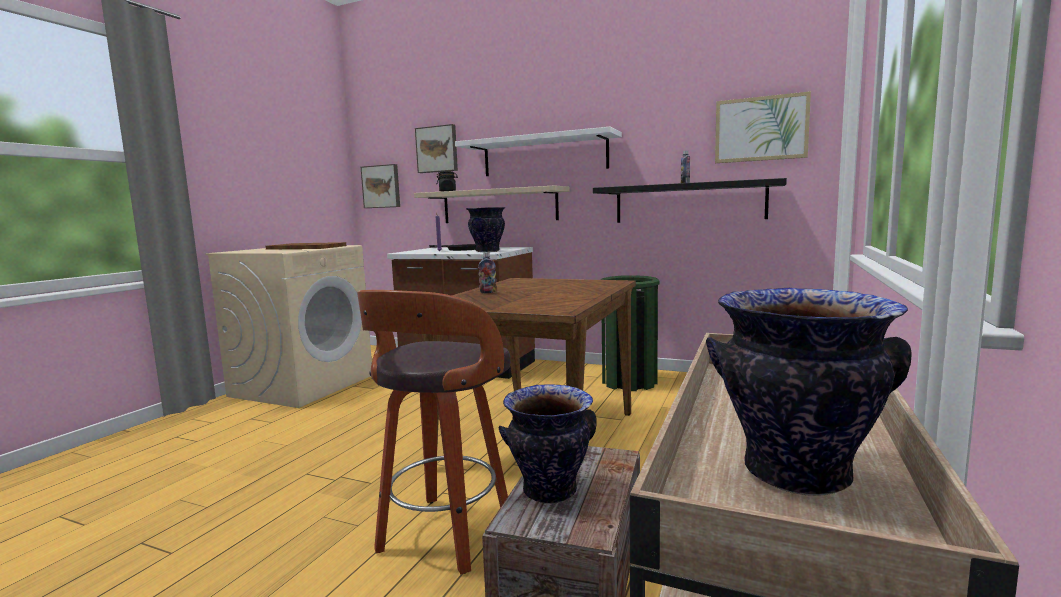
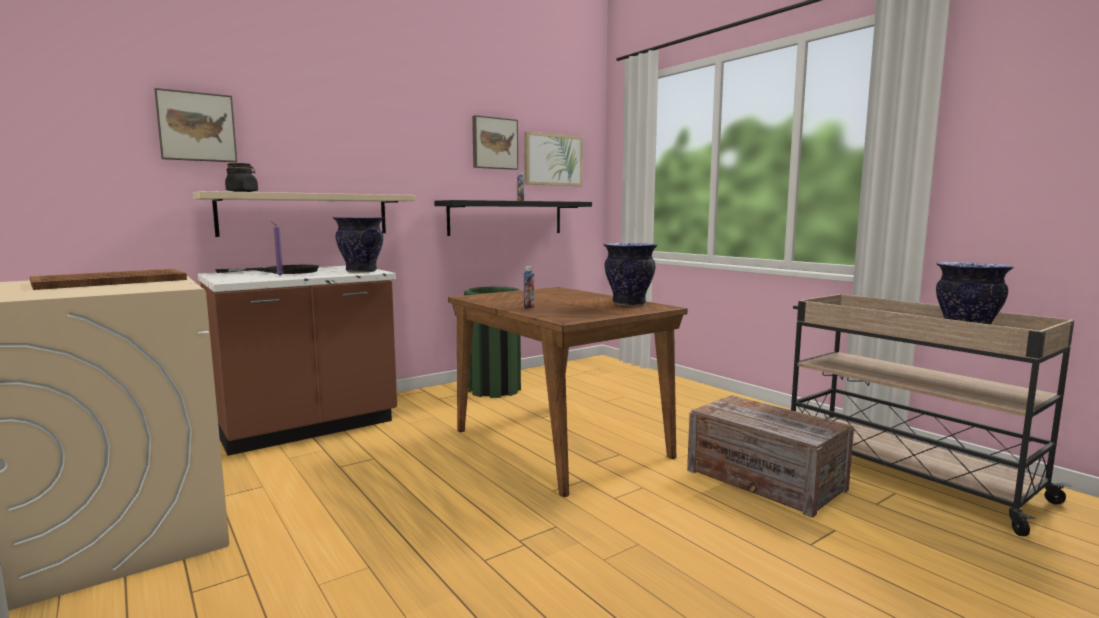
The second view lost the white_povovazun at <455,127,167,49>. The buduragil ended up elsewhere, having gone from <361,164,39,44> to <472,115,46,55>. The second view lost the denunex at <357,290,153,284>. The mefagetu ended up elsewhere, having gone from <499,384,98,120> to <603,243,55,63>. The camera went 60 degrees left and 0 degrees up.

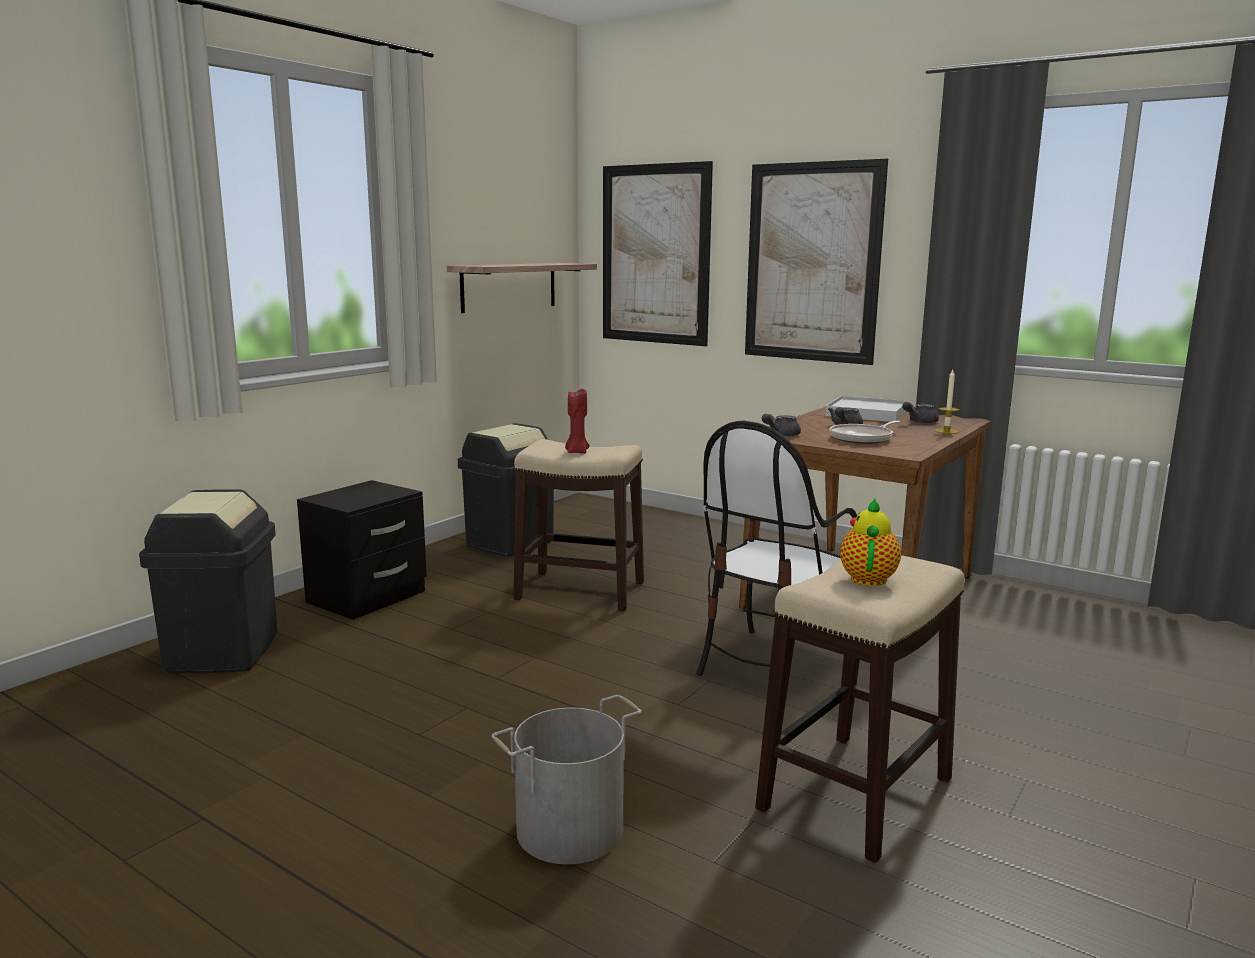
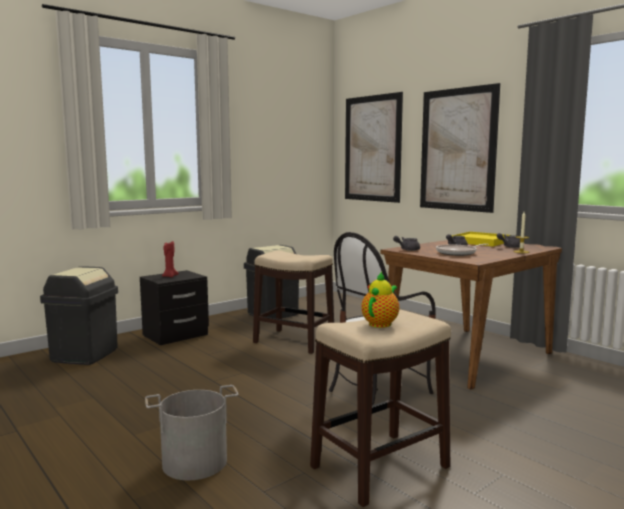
The second view lost the povovazun at <447,263,150,50>. The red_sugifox ended up elsewhere, having gone from <565,389,25,65> to <162,241,17,36>. What was the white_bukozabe at <825,396,83,26> turned into the yellow_bukozabe at <452,232,58,15>. The camera went 15 degrees right and 5 degrees down.

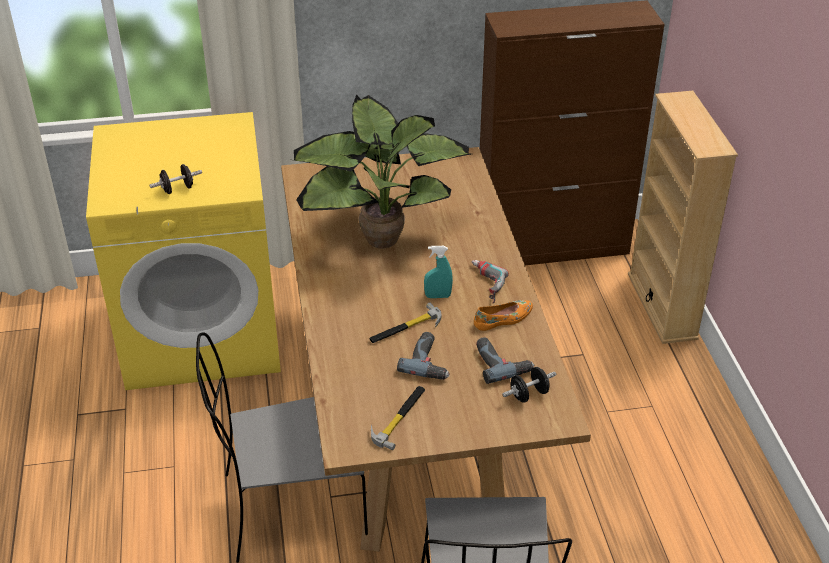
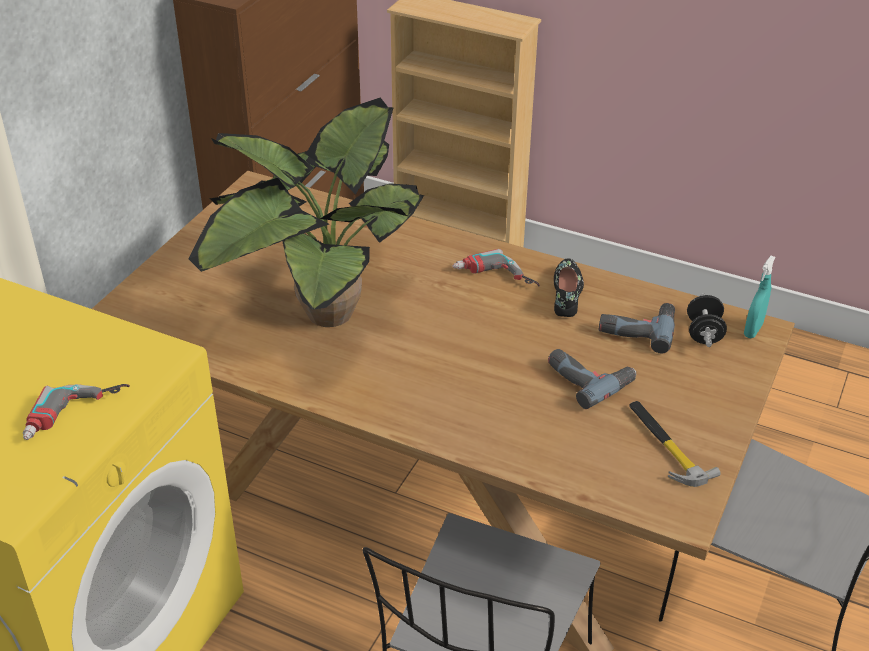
Where the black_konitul stood at <149,164,53,30>, the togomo came to stand at <23,384,107,56>. The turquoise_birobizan ended up elsewhere, having gone from <424,246,29,52> to <744,256,31,82>. What was the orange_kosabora at <474,300,59,31> turned into the black_kosabora at <554,258,30,59>. The second view lost the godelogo at <369,302,72,41>. The camera went 55 degrees left and 0 degrees up.

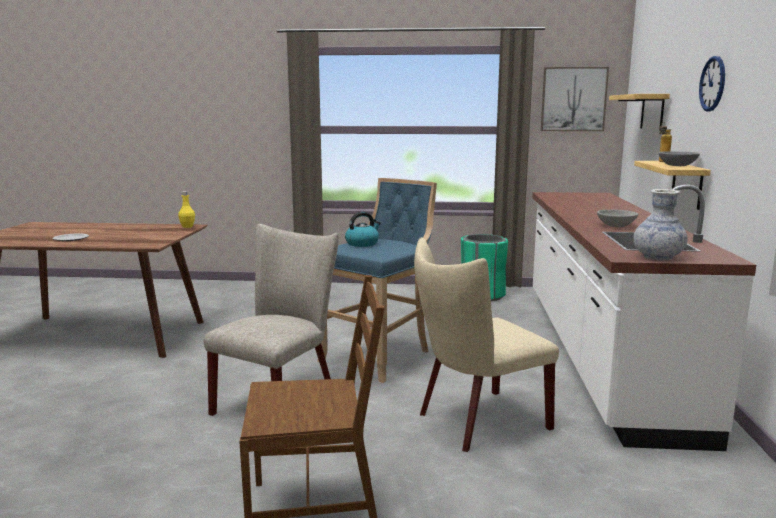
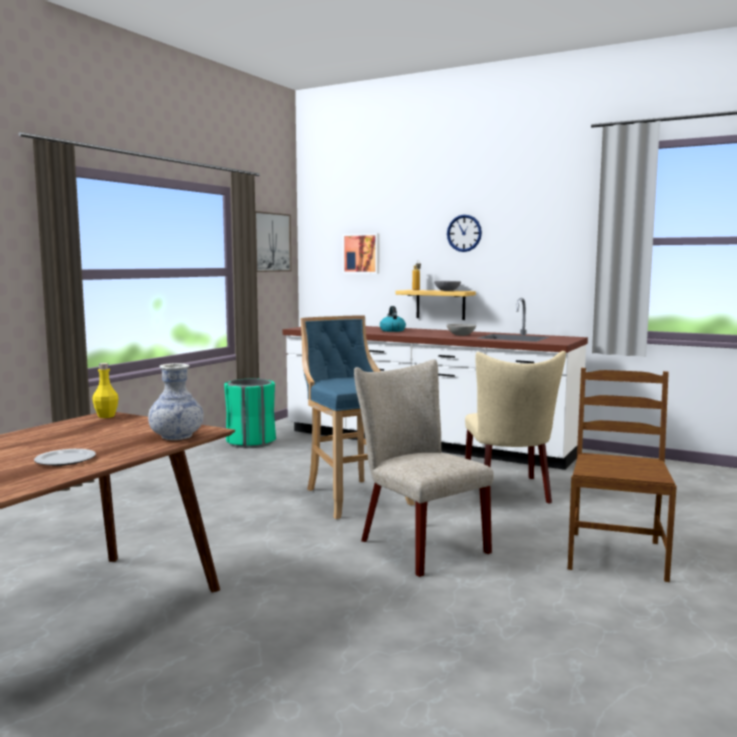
Where the povovazun hung at <609,94,61,36>, the buduragil came to hang at <343,233,36,41>. The mefagetu ended up elsewhere, having gone from <633,189,55,71> to <148,363,56,77>. The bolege ended up elsewhere, having gone from <345,212,36,35> to <380,306,26,26>. The camera went 65 degrees left and 5 degrees down.

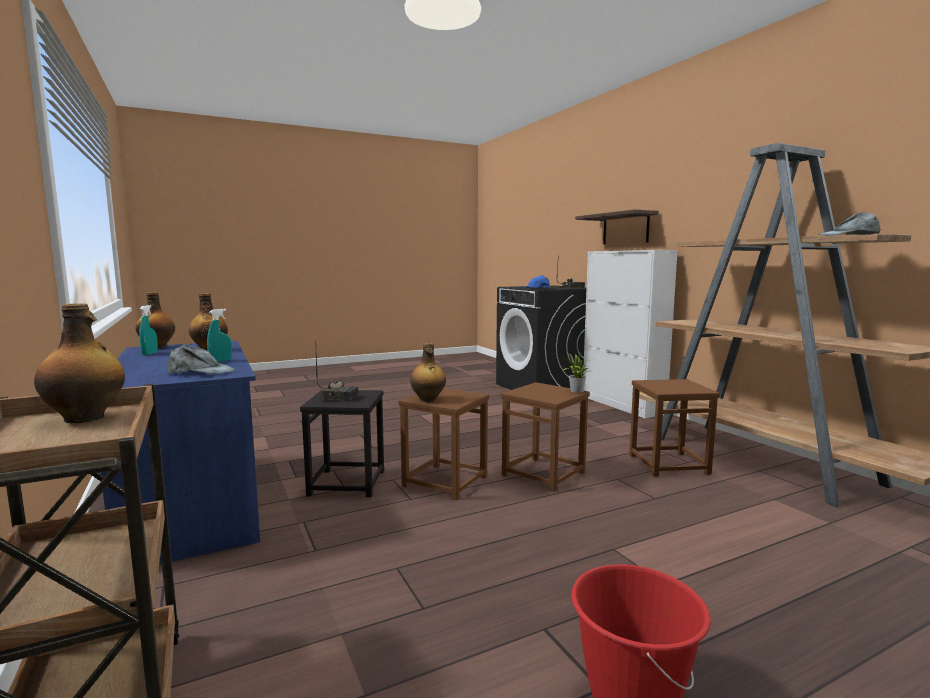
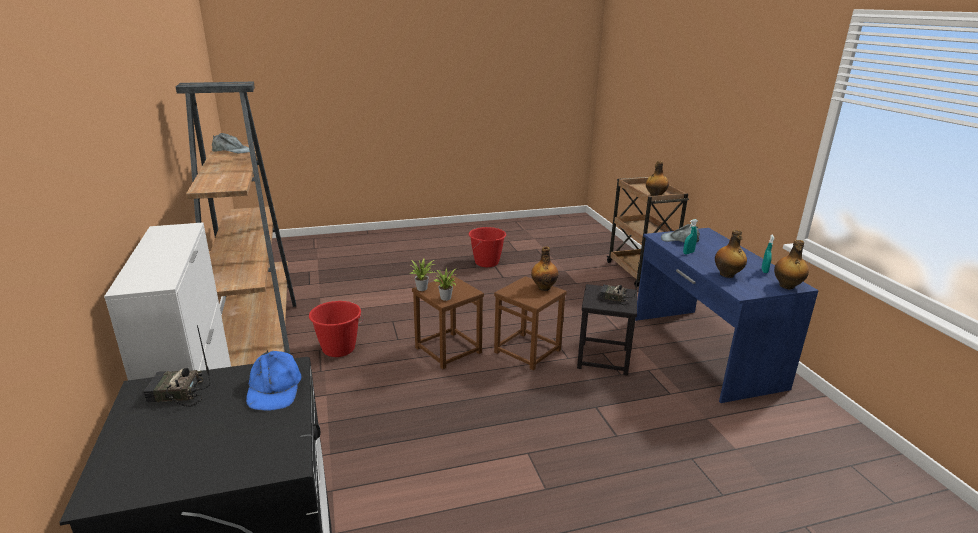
The second view lost the povovazun at <575,209,84,35>. Where the brown_denunex stood at <629,379,91,98>, the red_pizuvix came to stand at <309,301,54,56>. The second view gained the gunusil at <433,268,24,33>. The camera went 170 degrees left and 15 degrees up.

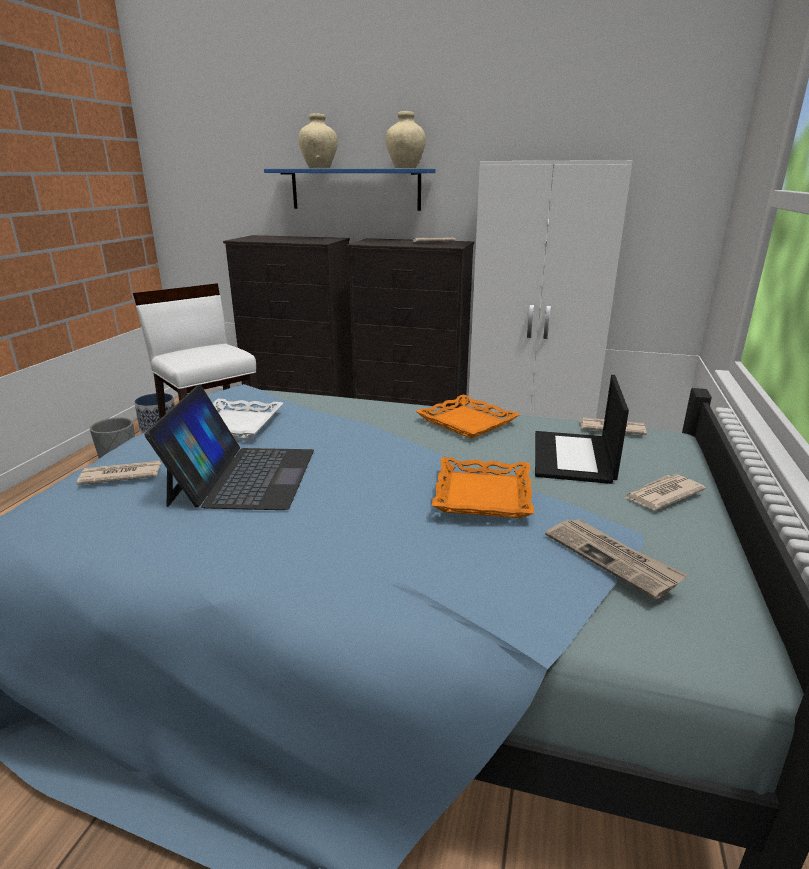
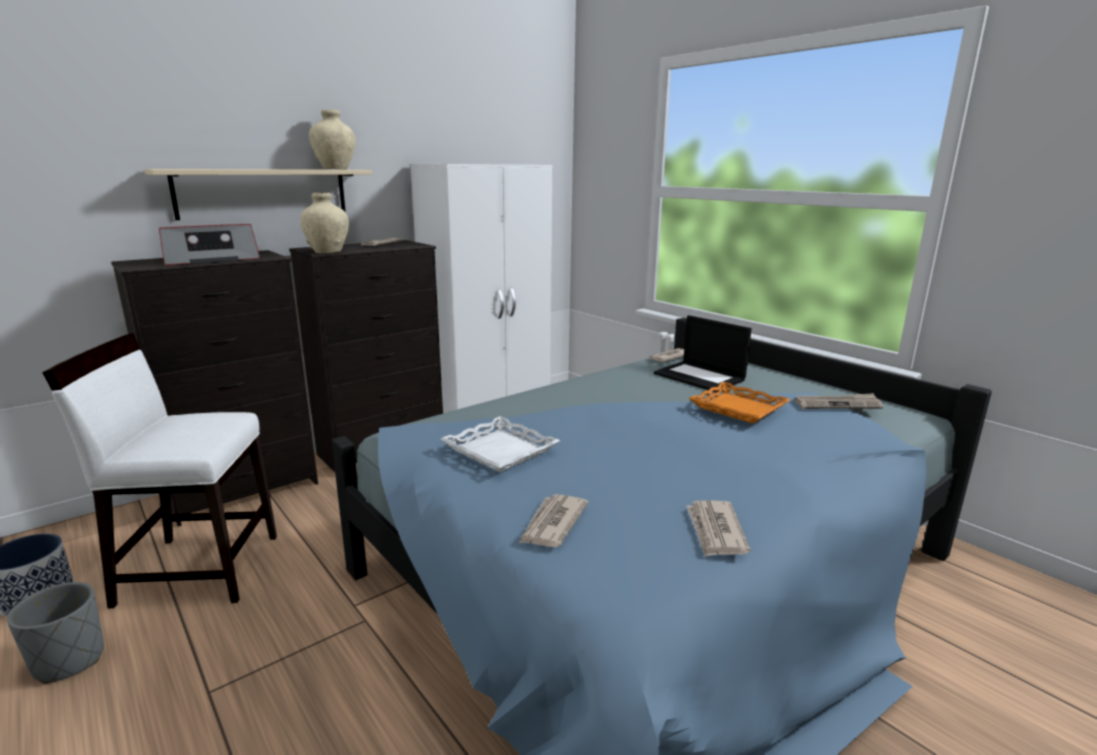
The beige_mefagetu ended up elsewhere, having gone from <298,113,40,56> to <300,192,49,61>. What was the blue_povovazun at <264,169,172,42> turned into the beige_povovazun at <144,169,228,51>. The second view lost the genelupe at <144,385,170,125>. The second view lost the orange_bukozabe at <416,394,104,45>. The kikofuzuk ended up elsewhere, having gone from <625,475,81,35> to <686,500,65,57>. The second view gained the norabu at <159,224,101,41>. The camera went 55 degrees left and 5 degrees down.

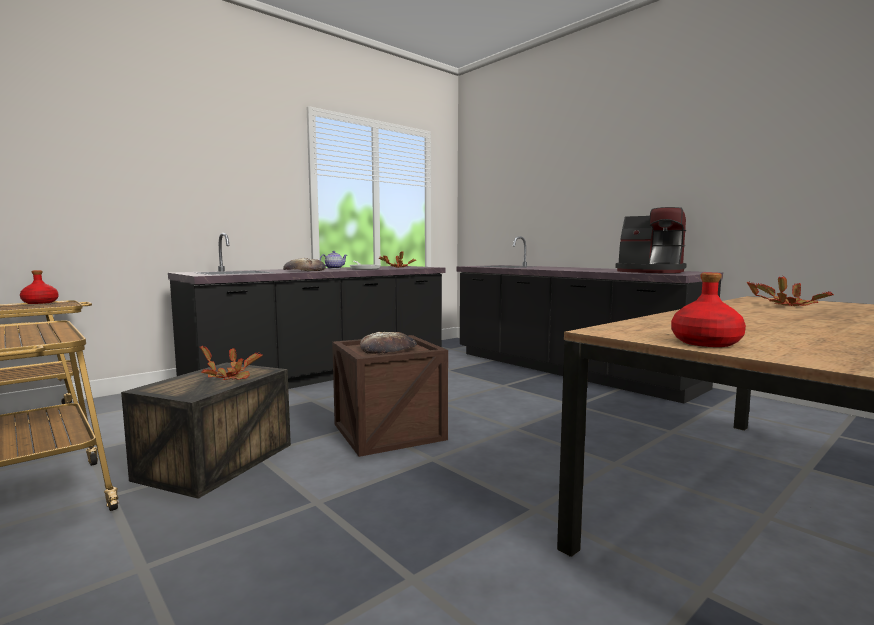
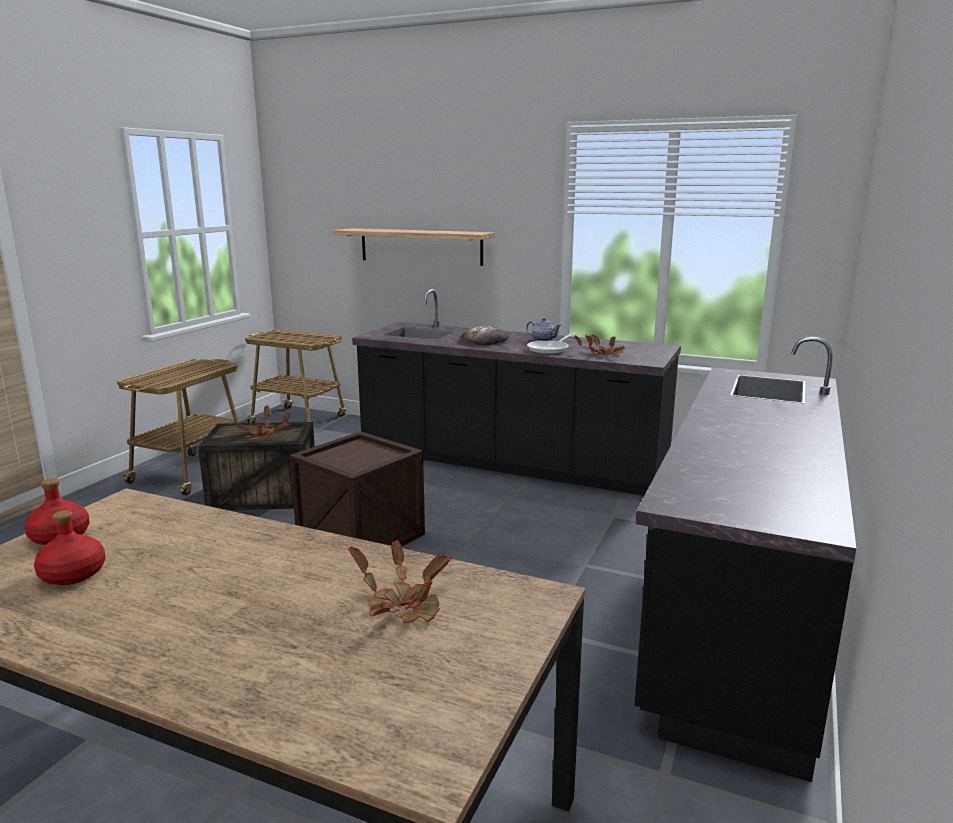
The second view lost the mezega at <615,207,72,66>. The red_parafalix ended up elsewhere, having gone from <20,270,39,34> to <34,510,71,75>. The second view lost the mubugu at <360,332,57,22>. The second view gained the povovazun at <333,228,162,38>. The camera went 65 degrees right and 10 degrees up.

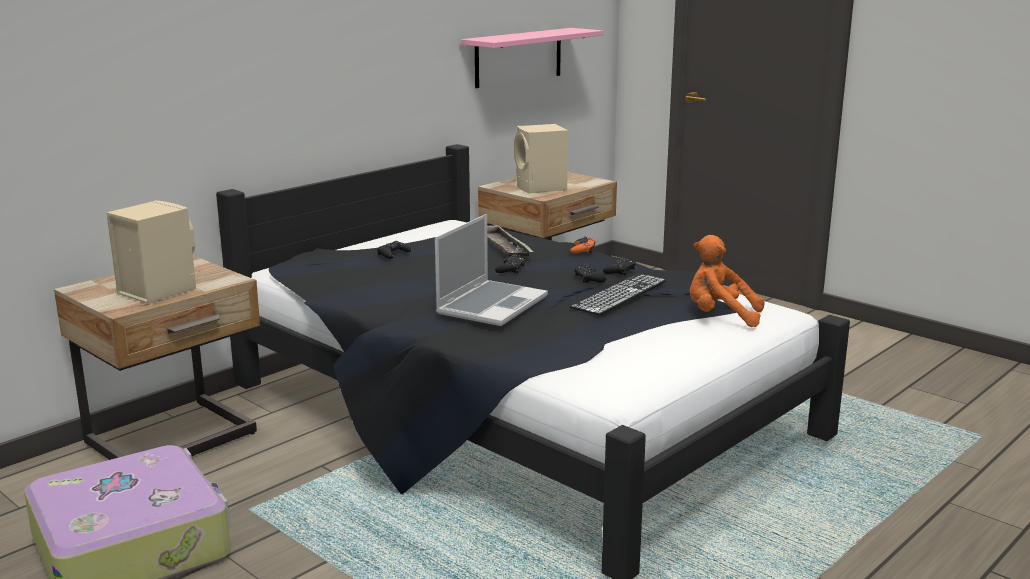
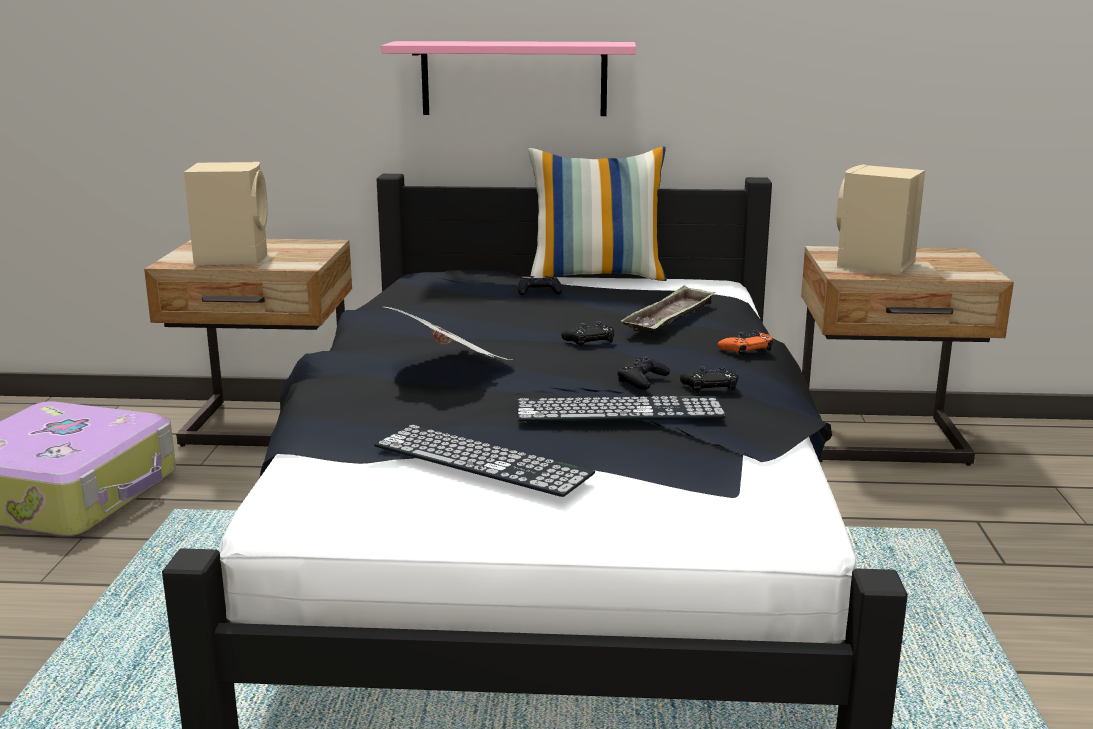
The pink_povovazun ended up elsewhere, having gone from <461,28,142,60> to <381,41,255,75>. Where the genelupe stood at <435,214,113,112>, the kikofuzuk came to stand at <384,307,128,53>. The second view lost the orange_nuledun at <690,235,75,92>. The second view gained the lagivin at <528,147,139,134>. The second view gained the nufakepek at <374,425,221,72>. The camera went 50 degrees right and 0 degrees up.

